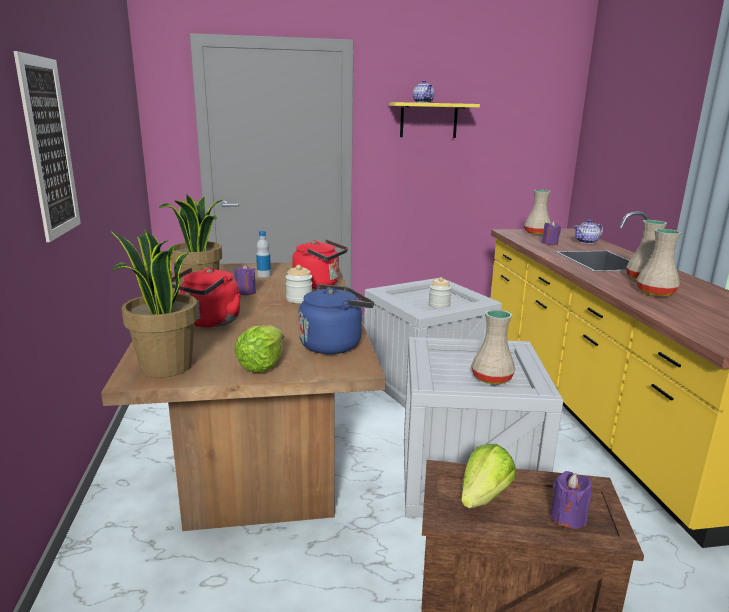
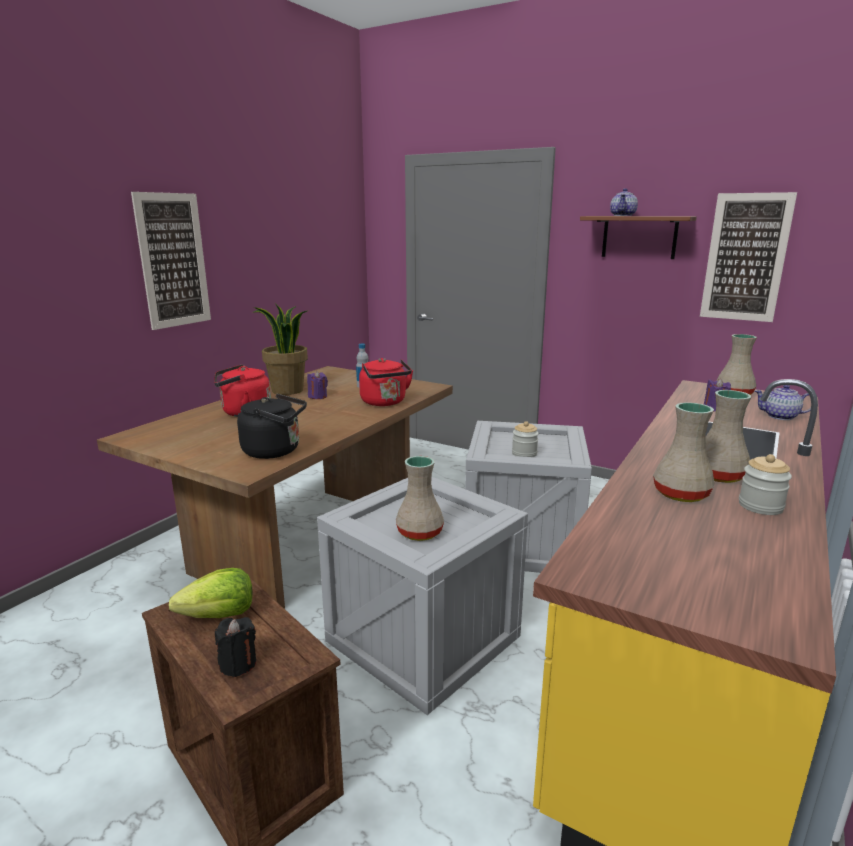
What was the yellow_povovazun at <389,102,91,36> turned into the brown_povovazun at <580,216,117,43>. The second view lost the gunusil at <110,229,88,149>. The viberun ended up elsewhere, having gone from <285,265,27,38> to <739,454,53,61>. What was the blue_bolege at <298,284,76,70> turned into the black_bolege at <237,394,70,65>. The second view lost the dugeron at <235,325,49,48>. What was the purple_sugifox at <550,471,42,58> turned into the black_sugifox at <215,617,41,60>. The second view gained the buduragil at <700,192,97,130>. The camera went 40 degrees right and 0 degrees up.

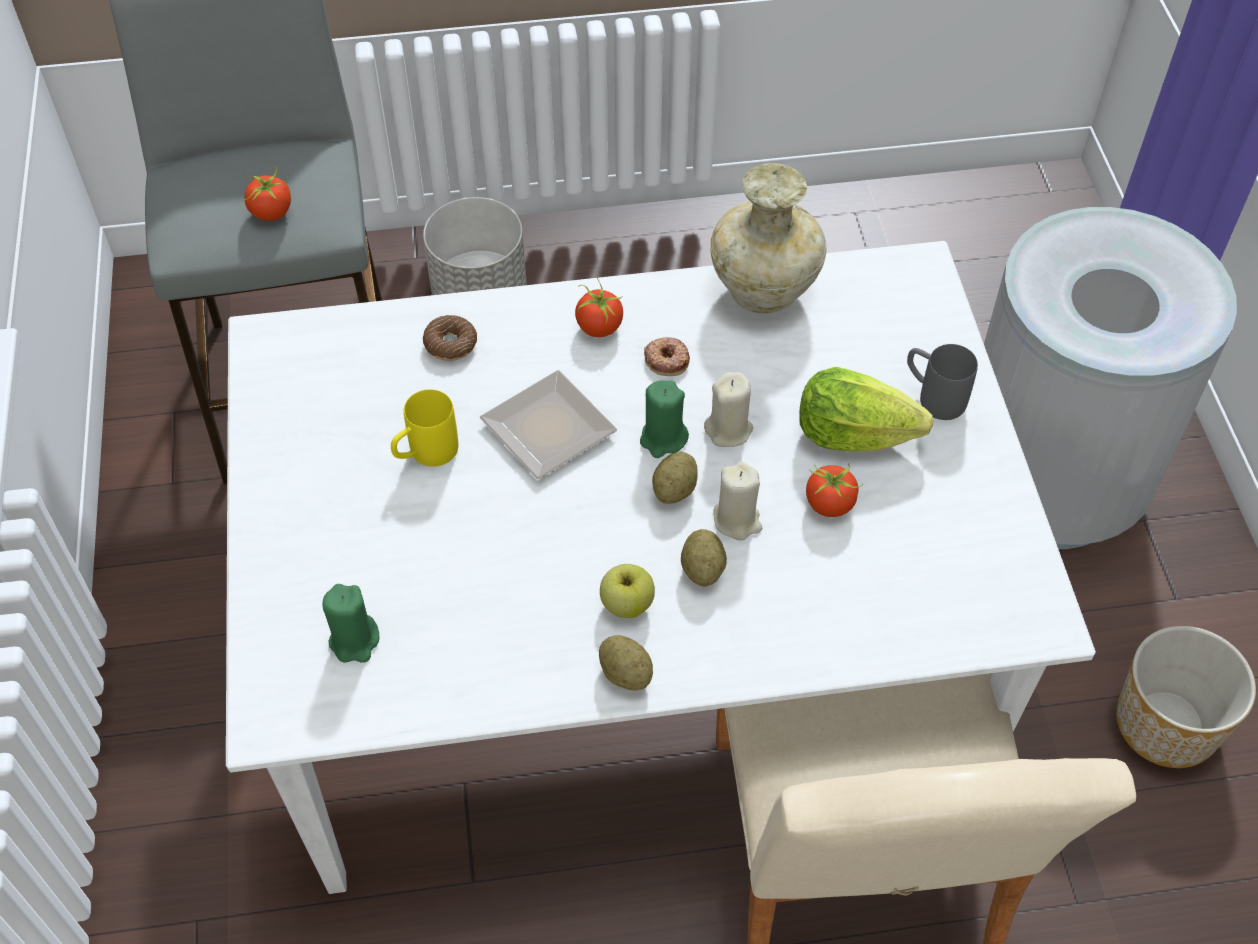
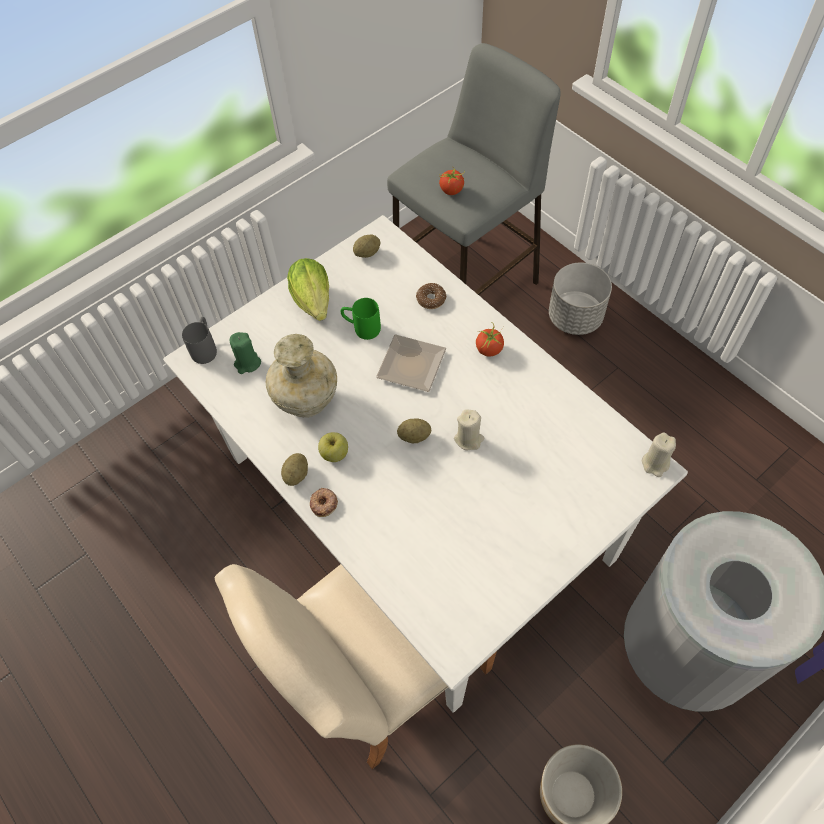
The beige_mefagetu ended up elsewhere, having gone from <710,163,117,150> to <266,334,71,83>. The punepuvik ended up elsewhere, having gone from <644,337,46,39> to <310,488,28,29>. The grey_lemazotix ended up elsewhere, having gone from <907,344,71,76> to <182,317,35,47>. The dugeron ended up elsewhere, having gone from <799,367,134,85> to <287,258,42,63>. The second view lost the green_sugifox at <640,381,49,77>. What was the yellow_lemazotix at <391,389,67,78> turned into the green_lemazotix at <341,298,40,42>. The beige_sugifox ended up elsewhere, having gone from <713,462,49,79> to <642,432,34,45>. The second view lost the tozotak at <806,463,57,54>. The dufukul ended up elsewhere, having gone from <681,529,46,58> to <353,235,27,23>. The camera went 60 degrees right and 5 degrees up.

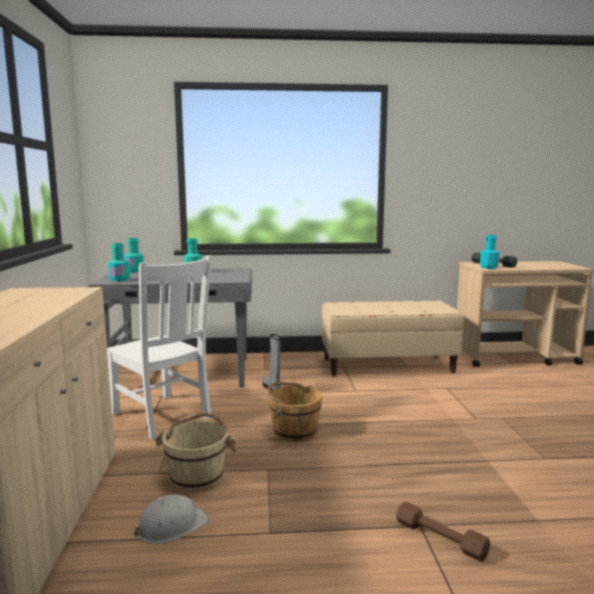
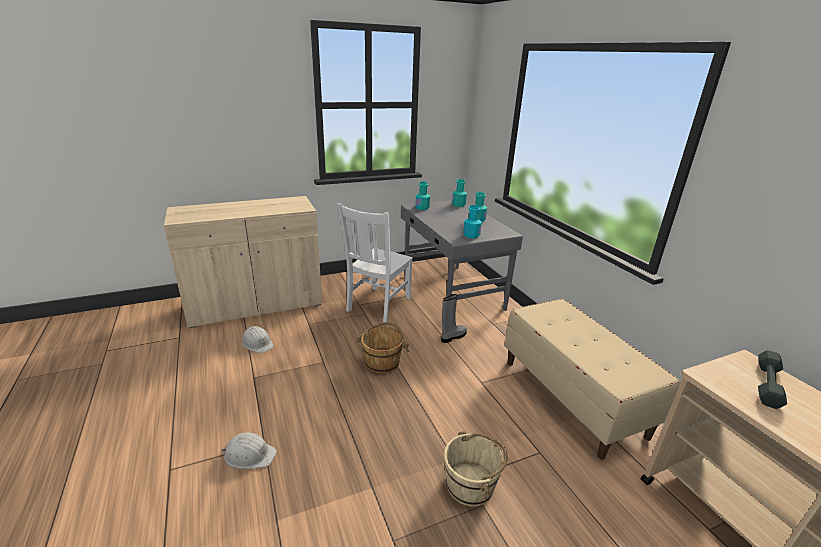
The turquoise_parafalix ended up elsewhere, having gone from <480,235,19,34> to <463,205,19,34>. The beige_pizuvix ended up elsewhere, having gone from <155,413,82,78> to <444,431,64,75>. Where the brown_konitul stood at <396,501,94,61>, the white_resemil came to stand at <221,433,56,36>. The camera went 70 degrees right and 15 degrees up.

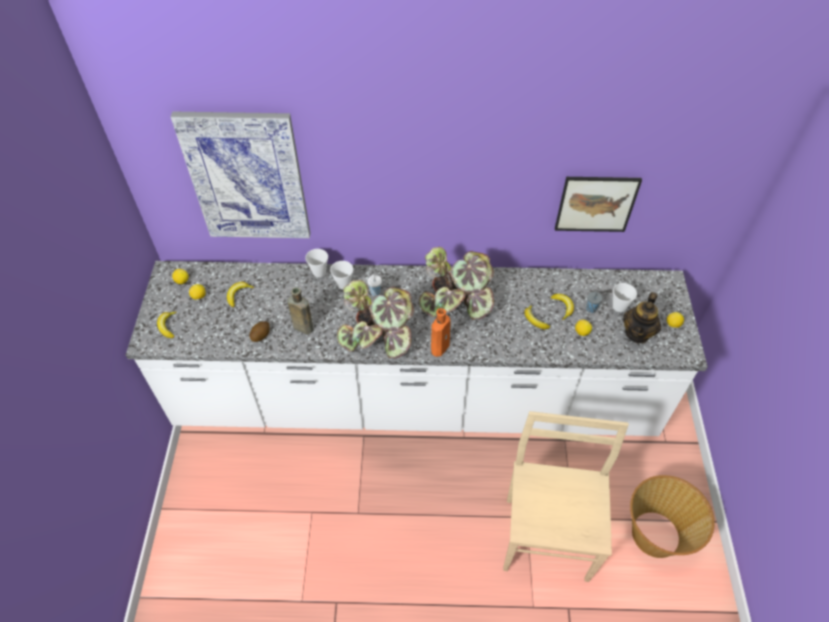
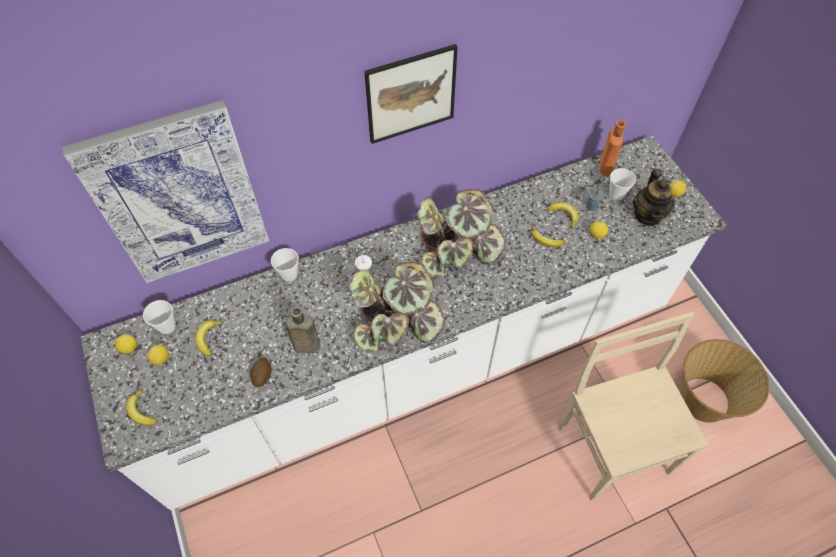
The buduragil ended up elsewhere, having gone from <555,177,87,55> to <364,44,94,100>. The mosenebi ended up elsewhere, having gone from <330,261,23,29> to <143,300,32,34>. The orange_parafalix ended up elsewhere, having gone from <431,308,20,49> to <600,120,26,56>. The camera went 25 degrees left and 5 degrees up.

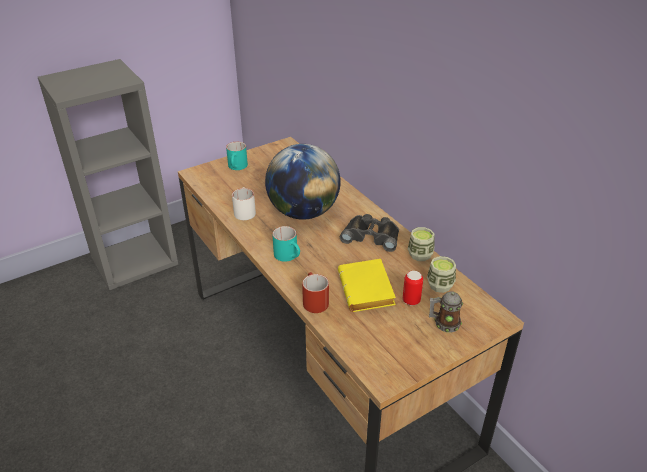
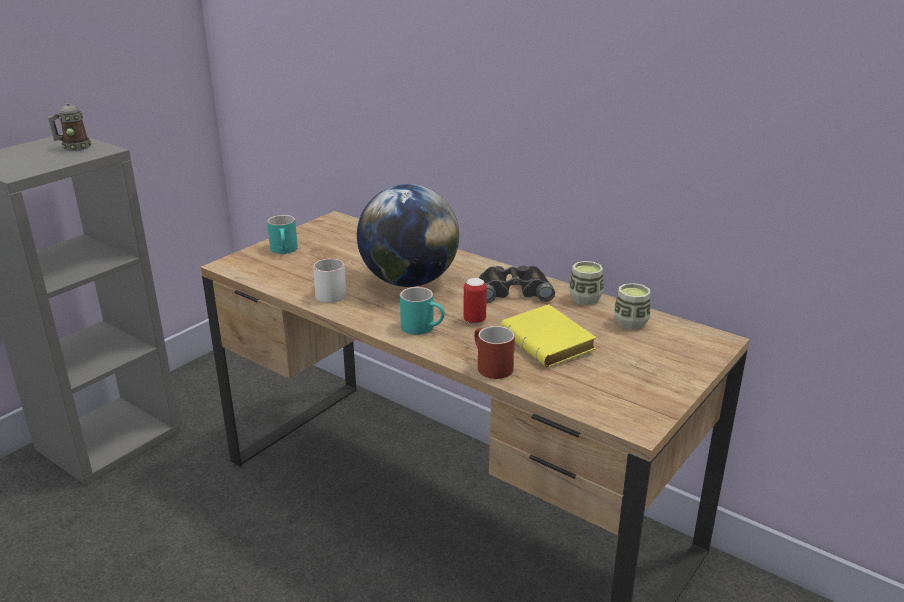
The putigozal ended up elsewhere, having gone from <403,271,20,35> to <463,278,24,46>. The lemazotix ended up elsewhere, having gone from <429,291,34,42> to <47,103,45,48>. The camera went 20 degrees left and 10 degrees down.

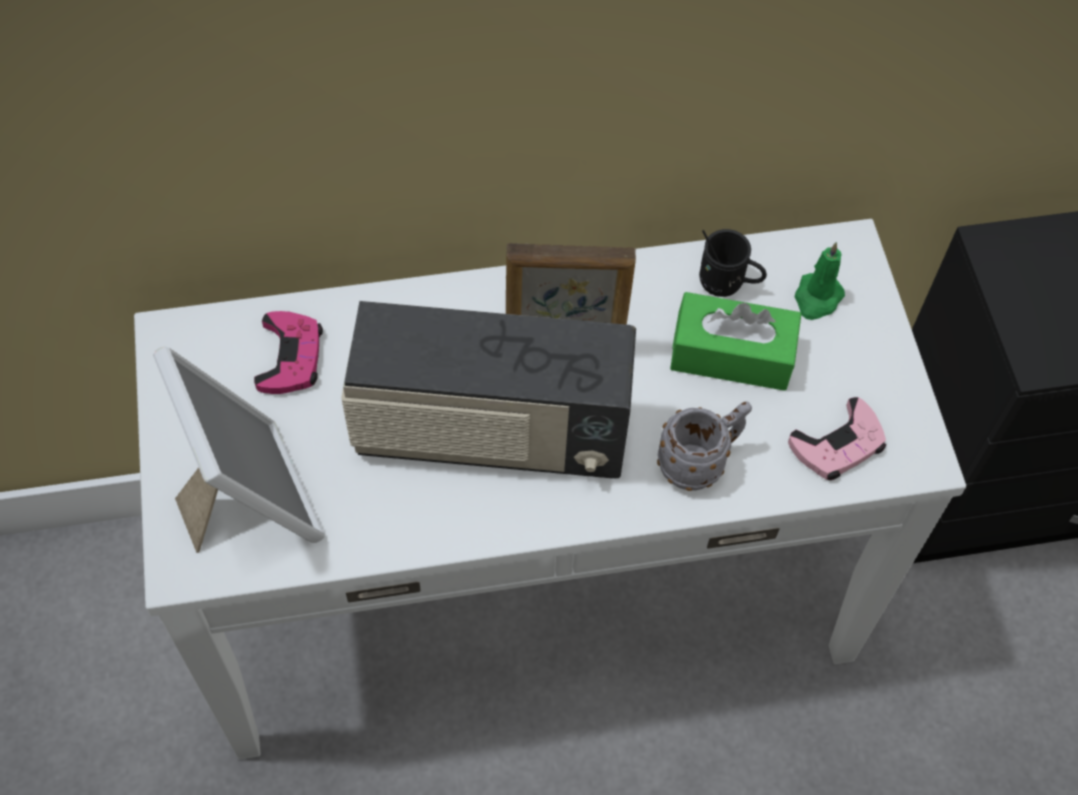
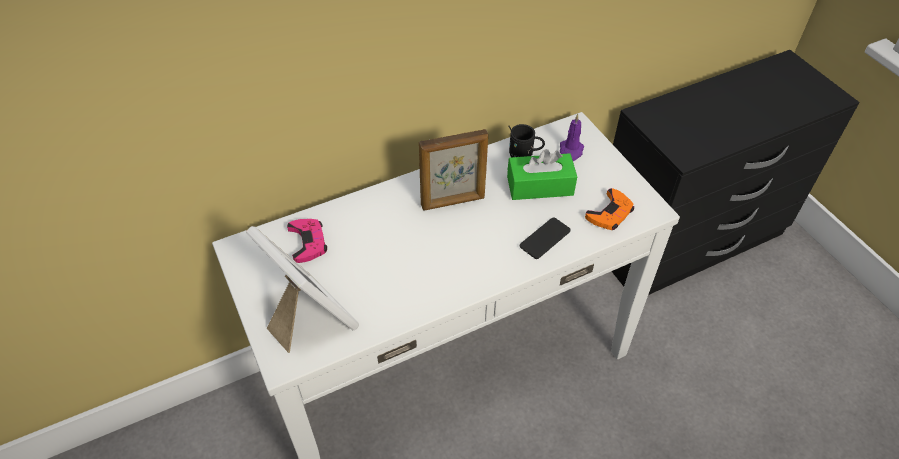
What was the green_sugifox at <795,242,50,78> turned into the purple_sugifox at <560,114,24,47>. The second view lost the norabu at <341,301,295,178>. What was the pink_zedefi at <788,397,98,83> turned into the orange_zedefi at <585,188,49,42>. Where the grey_lemazotix stood at <657,401,95,90>, the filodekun came to stand at <520,217,51,42>. The camera went 15 degrees left and 10 degrees down.

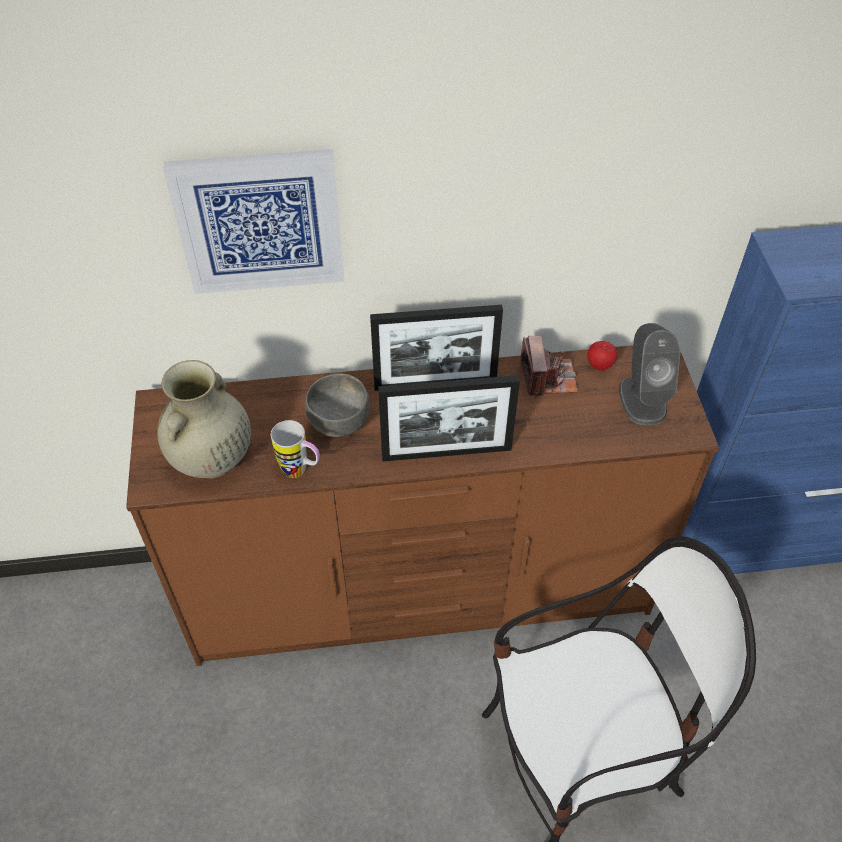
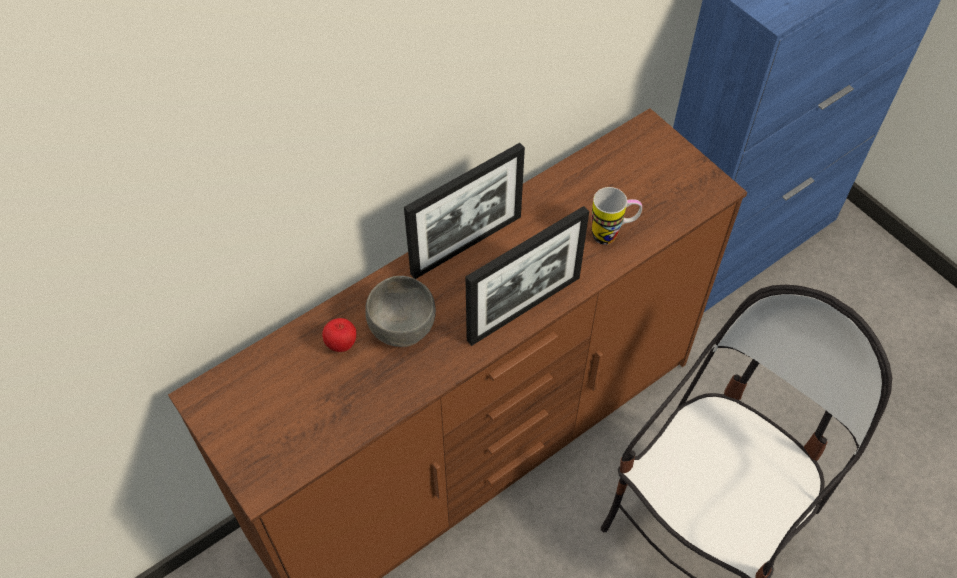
The second view lost the buduragil at <163,149,181,145>. The second view lost the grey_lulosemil at <619,323,61,102>. The second view lost the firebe at <520,336,58,62>. The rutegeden ended up elsewhere, having gone from <587,341,30,30> to <322,318,34,34>. The second view lost the beige_mefagetu at <157,360,94,118>. The lemazotix ended up elsewhere, having gone from <271,420,49,58> to <591,187,51,58>. The camera went 30 degrees left and 5 degrees up.

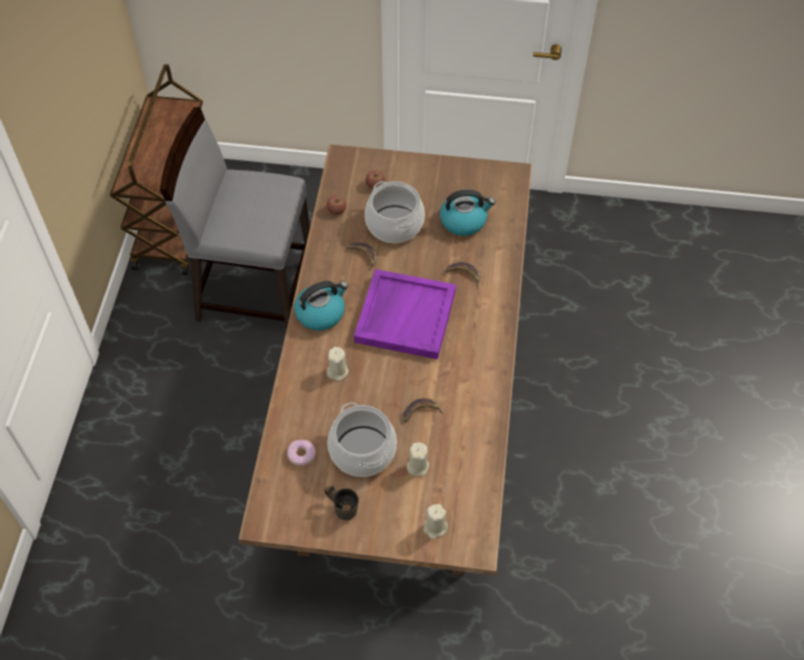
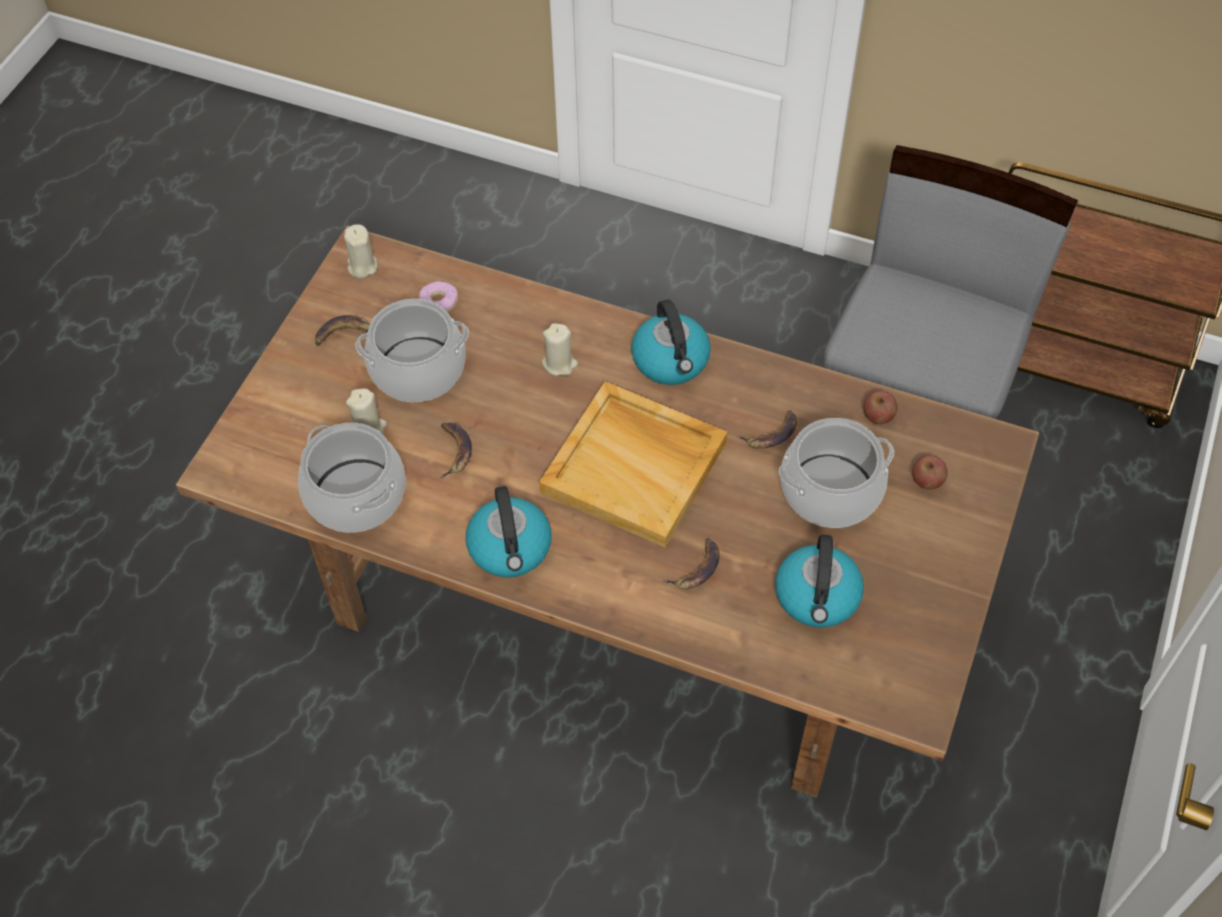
What was the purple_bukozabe at <354,269,102,90> turned into the beige_bukozabe at <539,381,188,167>. Where the grey_lemazotix stood at <324,485,35,35>, the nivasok came to stand at <315,315,55,31>. The beige_sugifox ended up elsewhere, having gone from <423,504,25,35> to <344,224,33,54>. The second view gained the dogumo at <298,423,108,110>. The second view gained the bolege at <466,486,86,91>. The camera went 105 degrees right and 0 degrees up.

